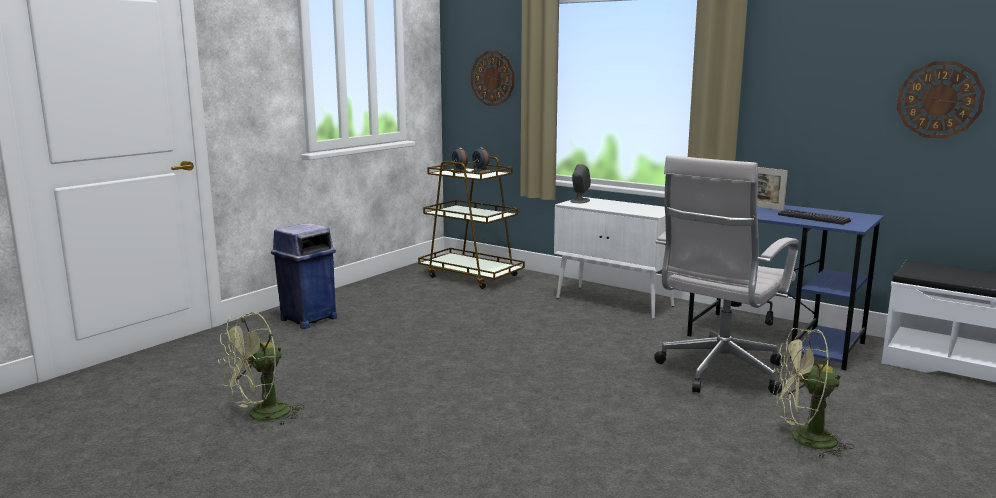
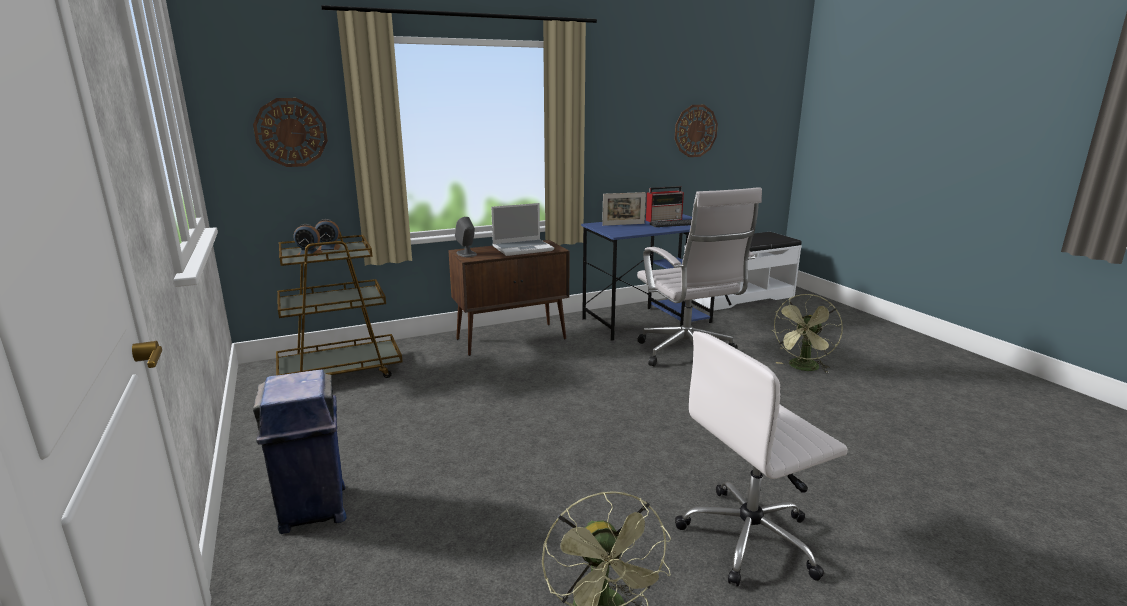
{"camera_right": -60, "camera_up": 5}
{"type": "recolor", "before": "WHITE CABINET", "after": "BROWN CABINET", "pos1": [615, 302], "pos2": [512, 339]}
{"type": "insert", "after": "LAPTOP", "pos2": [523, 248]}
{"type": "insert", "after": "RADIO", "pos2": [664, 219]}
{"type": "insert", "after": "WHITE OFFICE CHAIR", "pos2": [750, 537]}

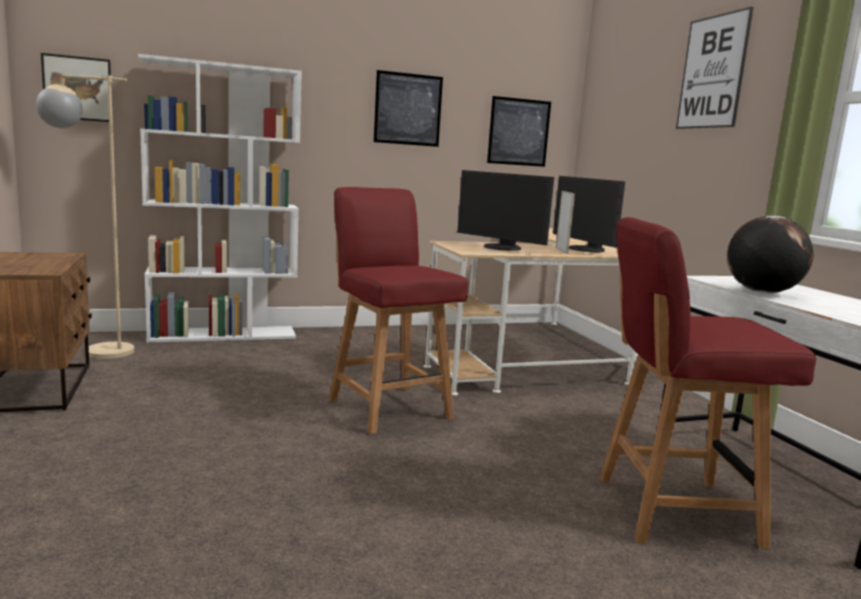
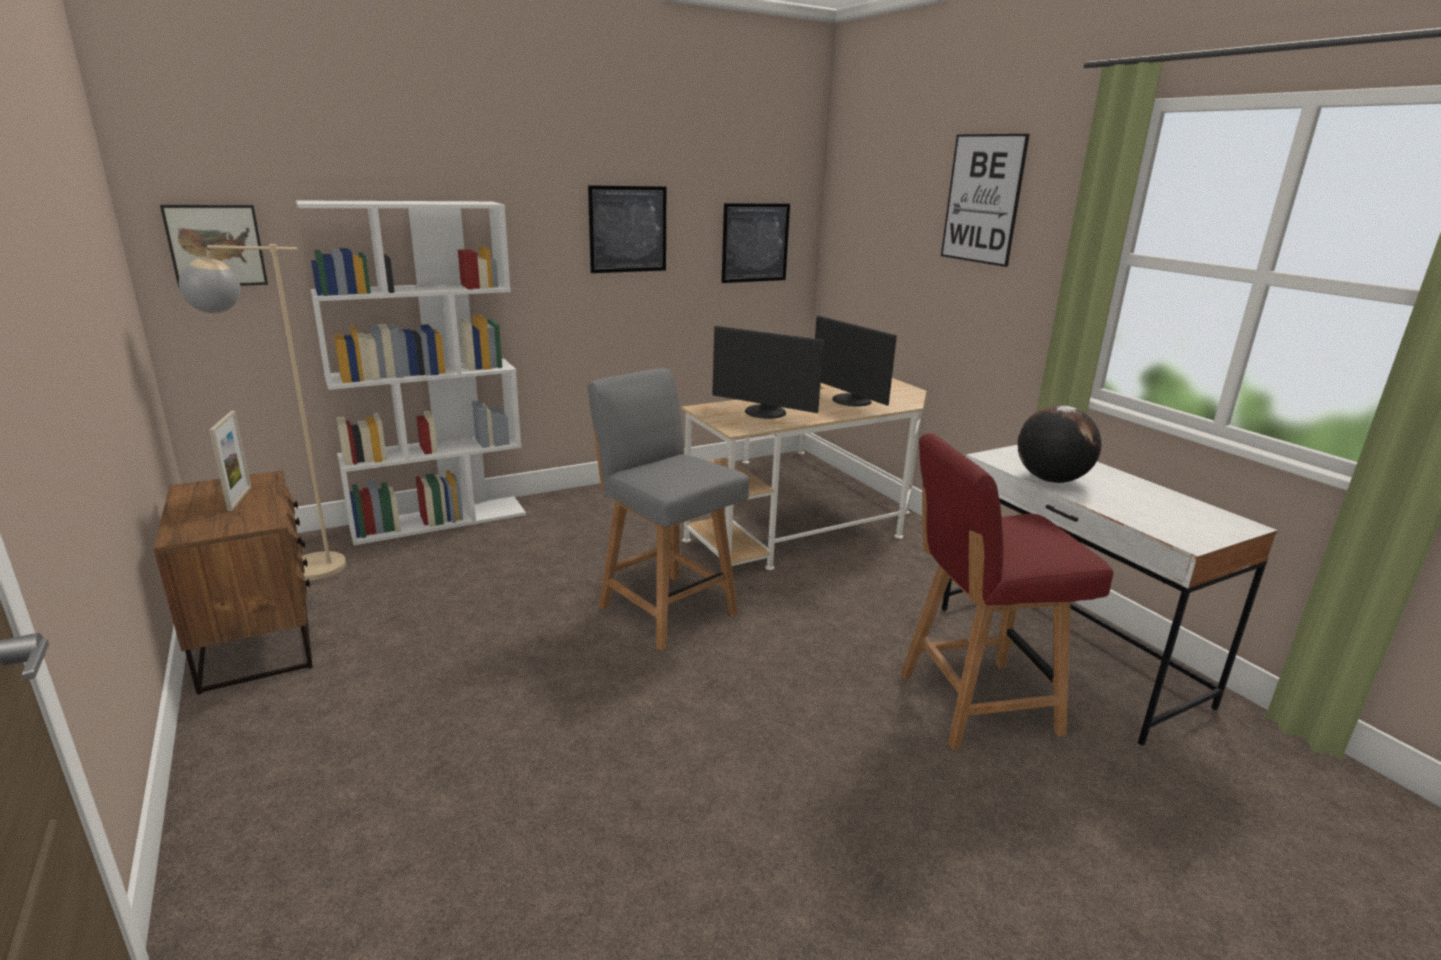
{"camera_right": -10, "camera_up": 10}
{"type": "recolor", "before": "RED CHAIR", "after": "GREY CHAIR", "pos1": [388, 407], "pos2": [666, 609]}
{"type": "move", "before": "PICTURE FRAME", "pos1": [561, 250], "pos2": [239, 498]}

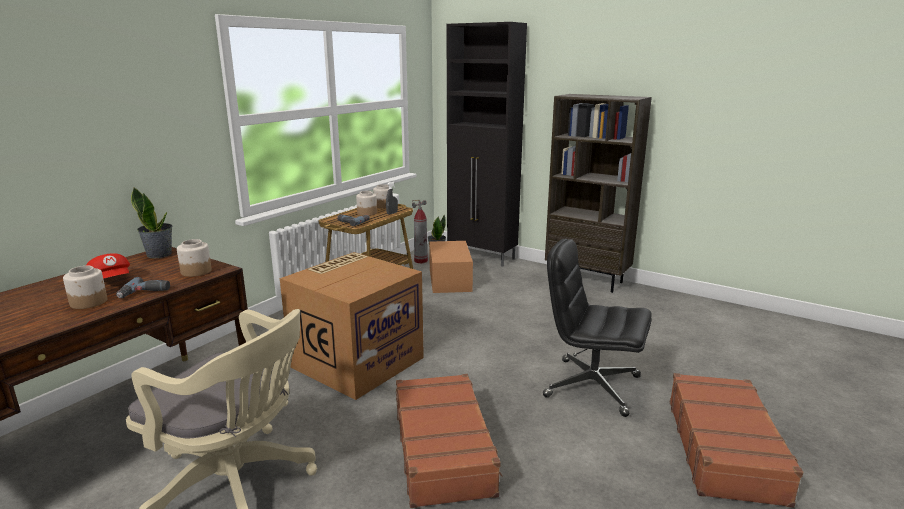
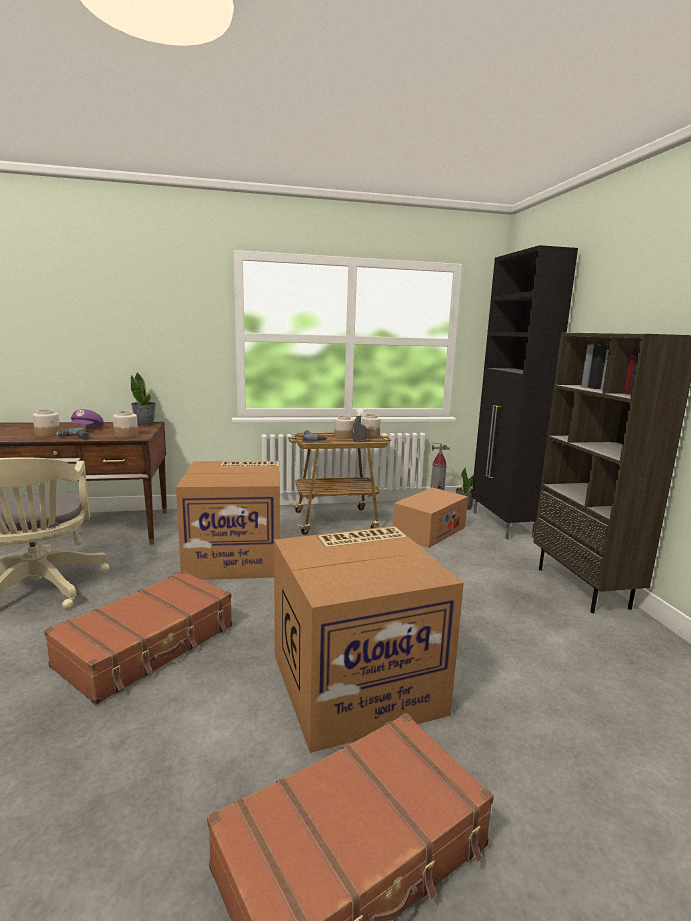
{"camera_right": 45, "camera_up": -5}
{"type": "recolor", "before": "RED CAP", "after": "PURPLE CAP", "pos1": [111, 281], "pos2": [87, 429]}
{"type": "replace", "before": "BLACK OFFICE CHAIR", "after": "CARDBOARD BOX", "pos1": [591, 386], "pos2": [357, 681]}

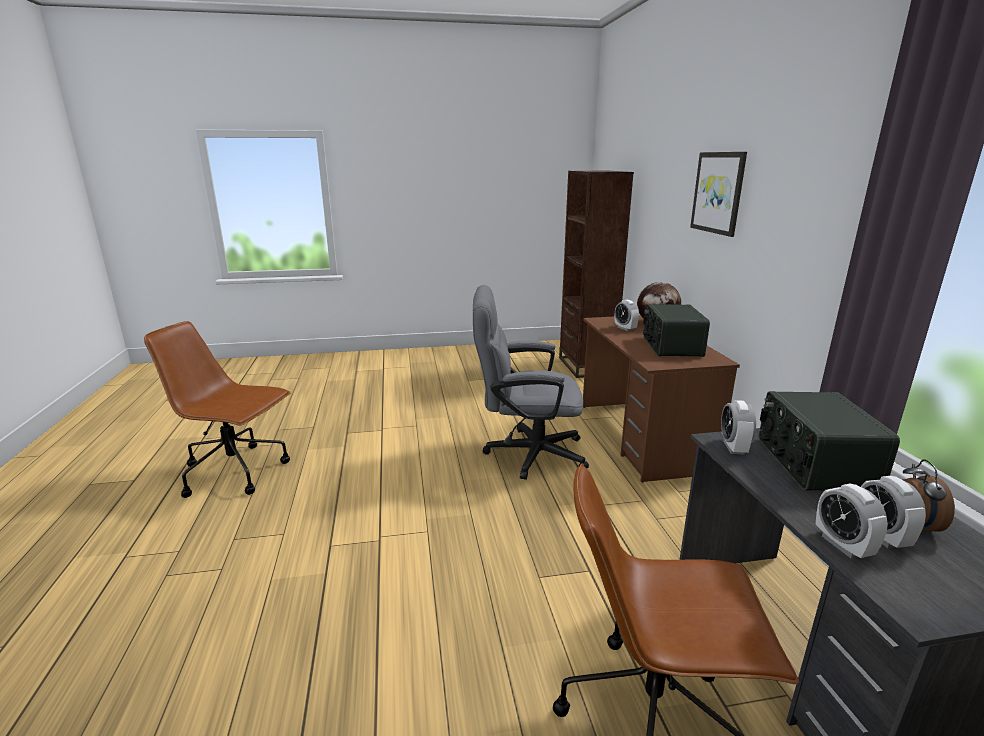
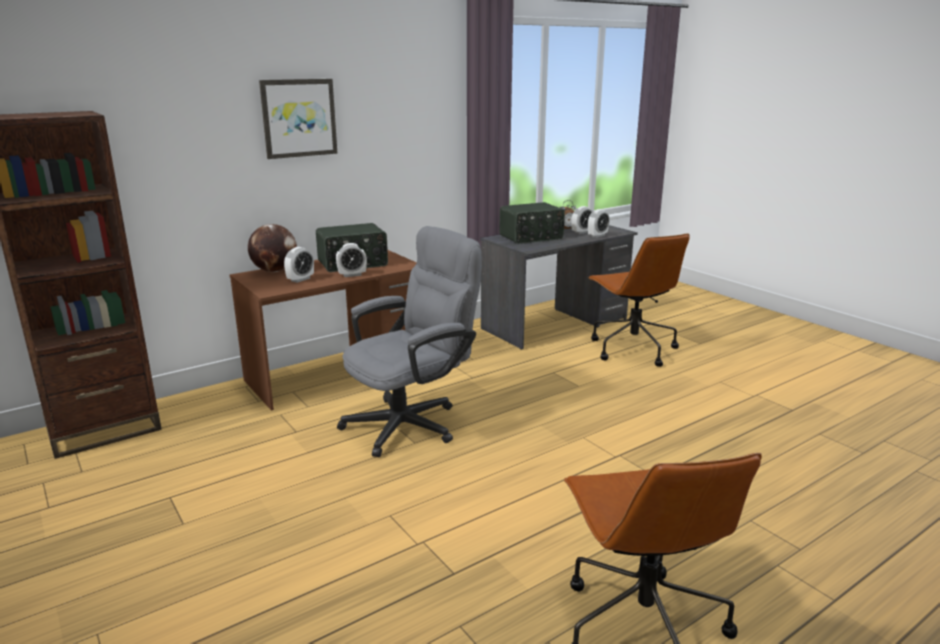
{"camera_right": -115, "camera_up": 0}
{"type": "rotate", "before": "GREY OFFICE CHAIR", "pos1": [525, 453], "pos2": [412, 422], "turn": -105}
{"type": "move", "before": "ALARM CLOCK", "pos1": [733, 447], "pos2": [352, 275]}

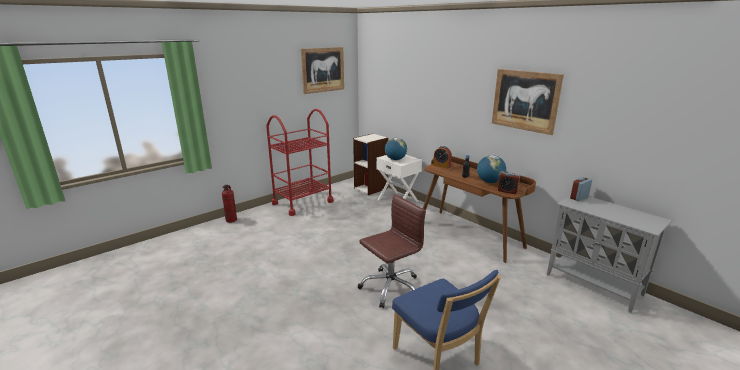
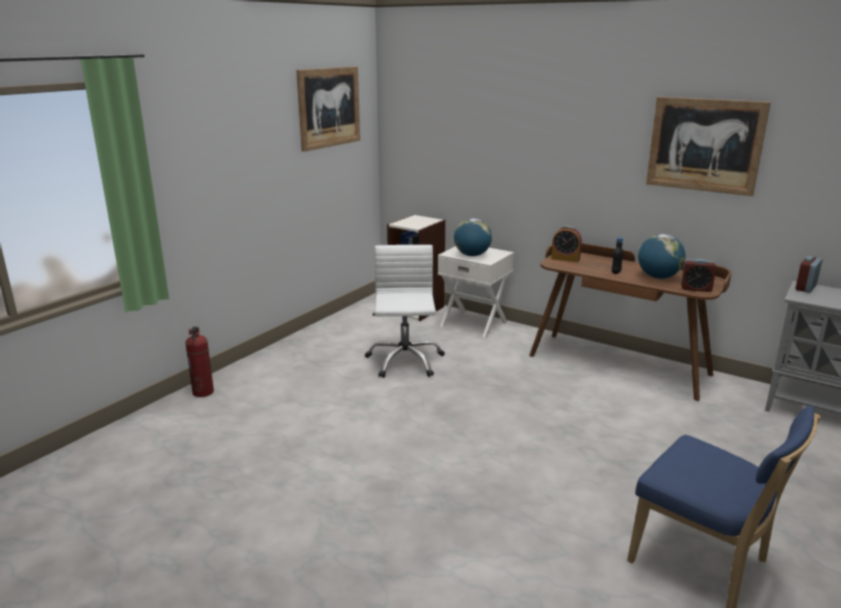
{"camera_right": -15, "camera_up": 0}
{"type": "delete", "before": "RED CART", "pos1": [302, 202]}
{"type": "delete", "before": "BROWN OFFICE CHAIR", "pos1": [390, 287]}
{"type": "insert", "after": "WHITE OFFICE CHAIR", "pos2": [404, 361]}

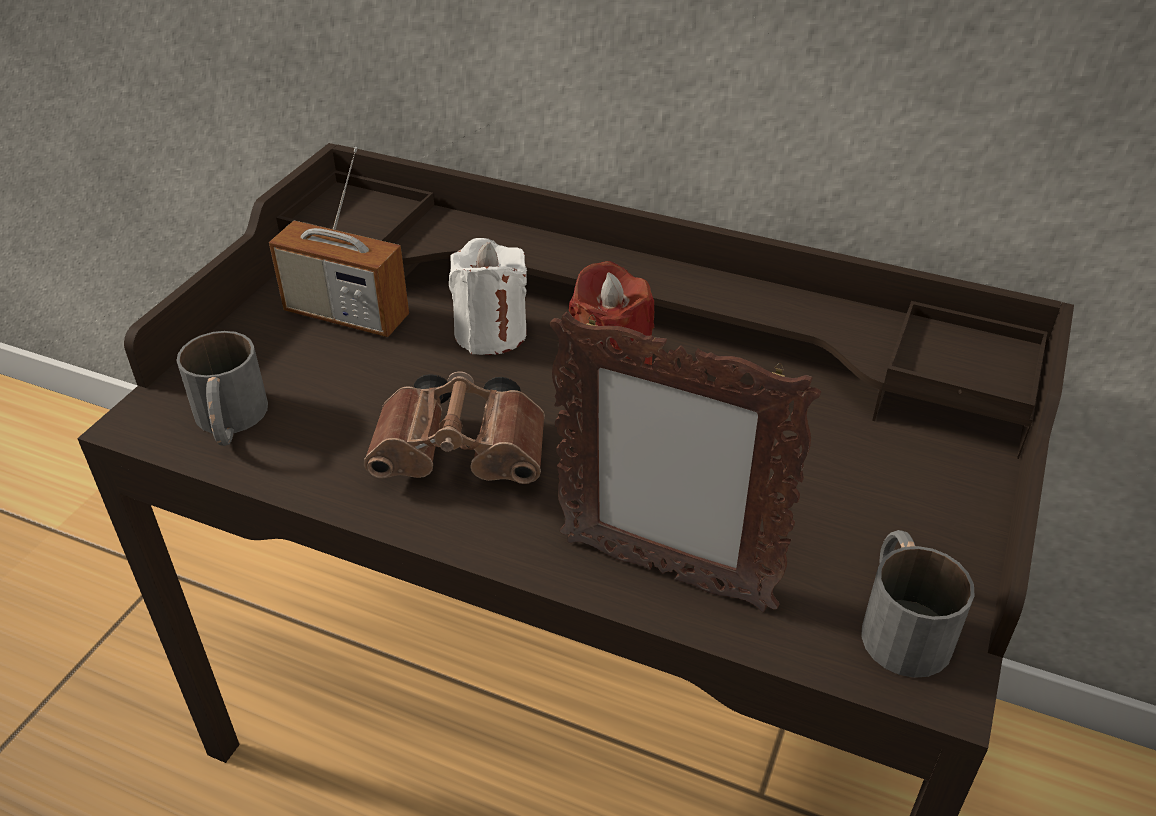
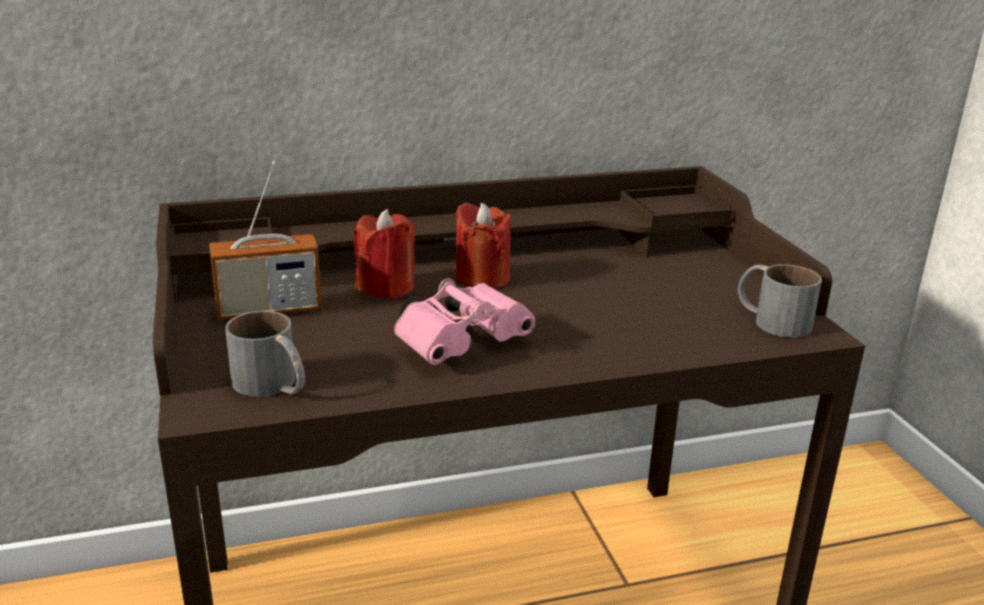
{"camera_right": -40, "camera_up": -15}
{"type": "recolor", "before": "BROWN BINOCULARS", "after": "PINK BINOCULARS", "pos1": [466, 457], "pos2": [464, 343]}
{"type": "recolor", "before": "WHITE CANDLE", "after": "RED CANDLE", "pos1": [491, 334], "pos2": [386, 288]}
{"type": "delete", "before": "PICTURE FRAME", "pos1": [663, 573]}

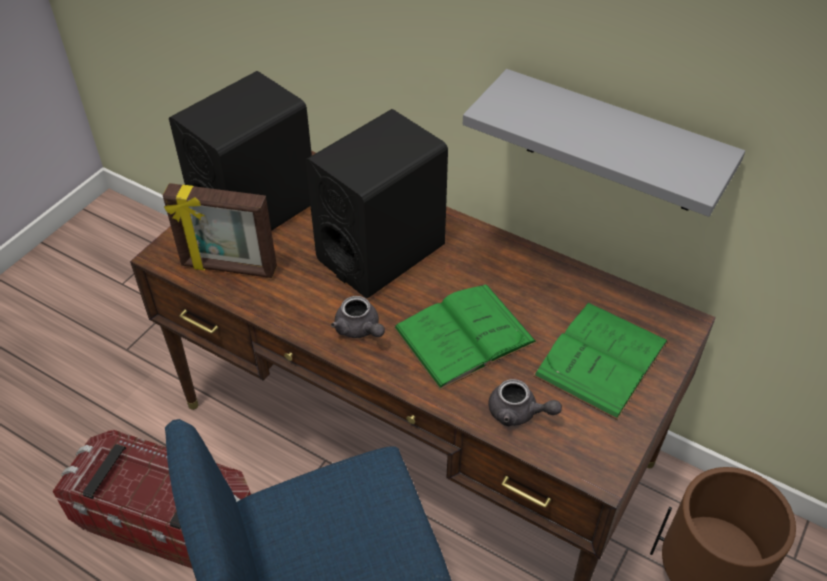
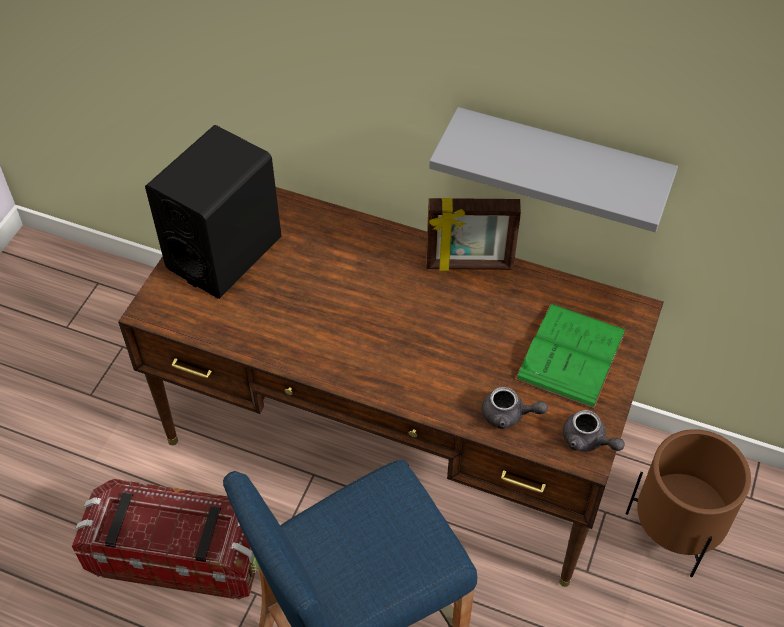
{"camera_right": -10, "camera_up": 5}
{"type": "move", "before": "PICTURE FRAME", "pos1": [228, 268], "pos2": [469, 265]}
{"type": "delete", "before": "BLACK SPEAKER", "pos1": [381, 252]}
{"type": "move", "before": "GREY TEAPOT", "pos1": [359, 329], "pos2": [588, 441]}
{"type": "delete", "before": "GREEN BOOK", "pos1": [465, 335]}

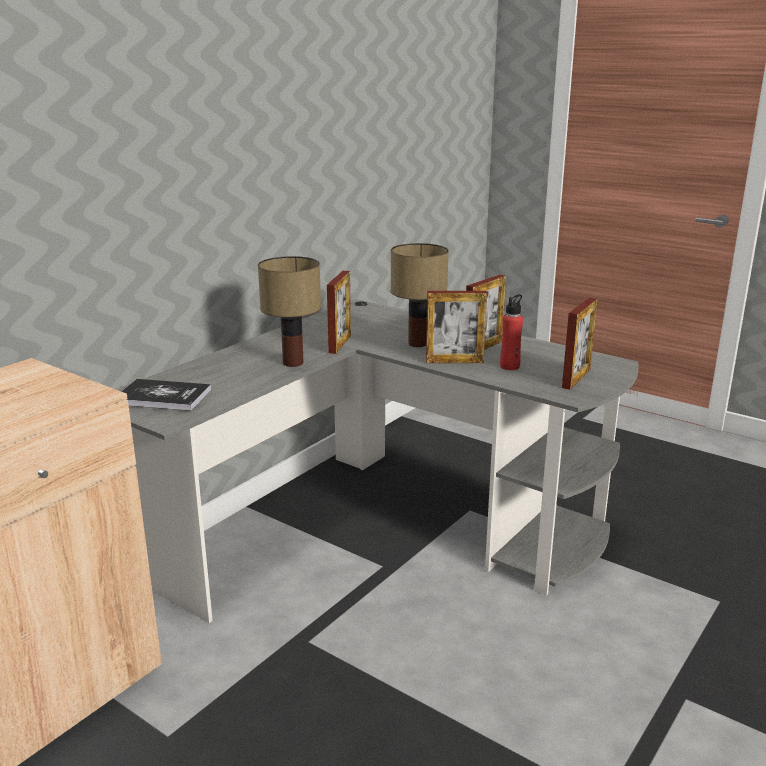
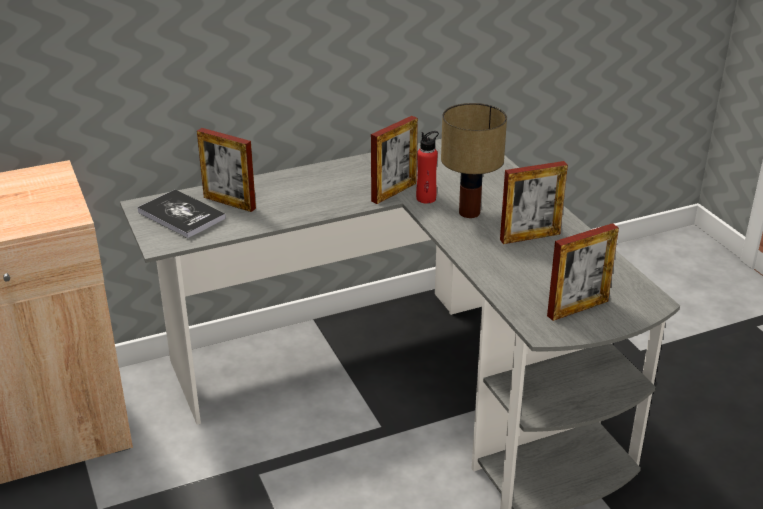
{"camera_right": 30, "camera_up": 10}
{"type": "delete", "before": "TABLE LAMP", "pos1": [293, 362]}
{"type": "move", "before": "PICTURE FRAME", "pos1": [454, 361], "pos2": [229, 203]}
{"type": "move", "before": "RED BOTTLE", "pos1": [509, 366], "pos2": [426, 198]}

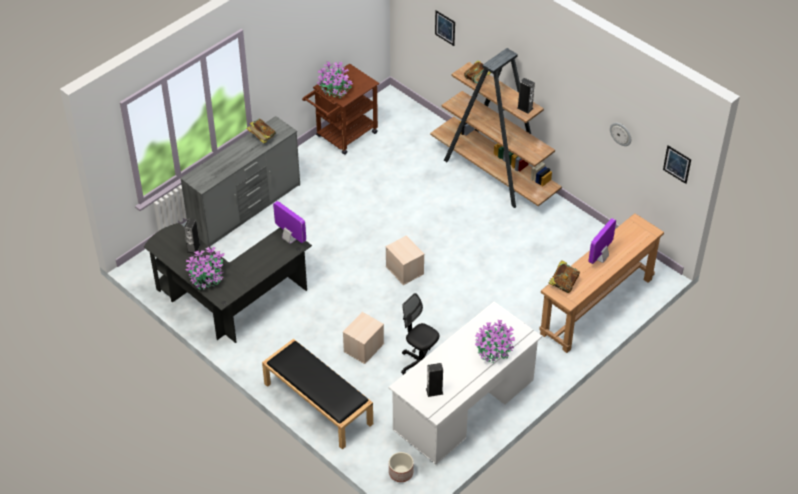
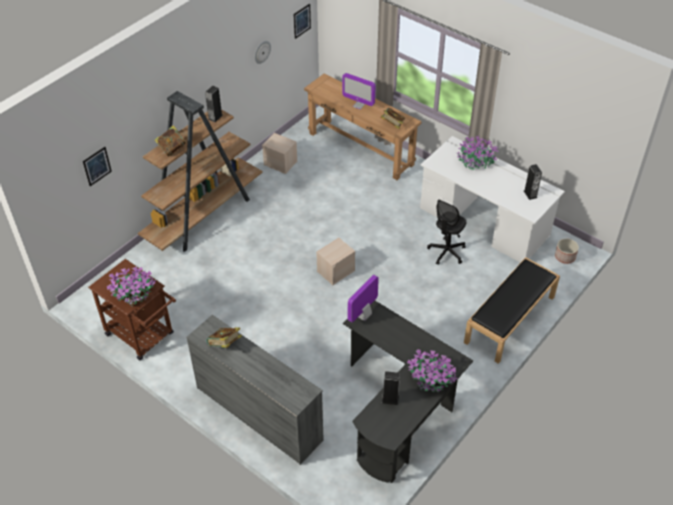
{"camera_right": -95, "camera_up": 0}
{"type": "move", "before": "BEIGE STORAGE BOX", "pos1": [363, 348], "pos2": [281, 163]}

